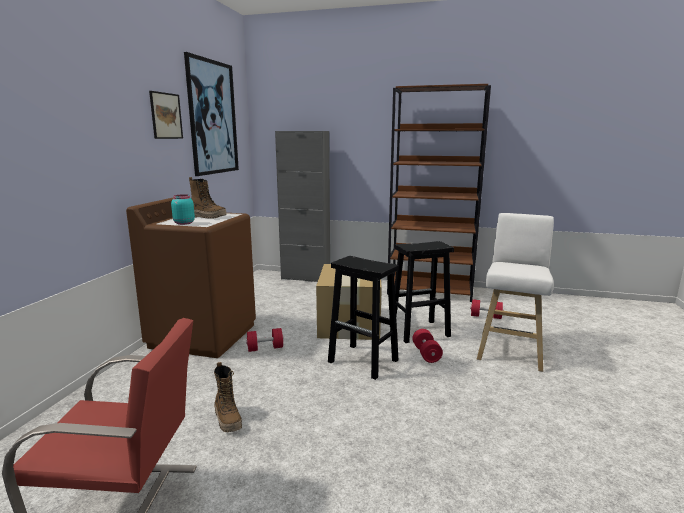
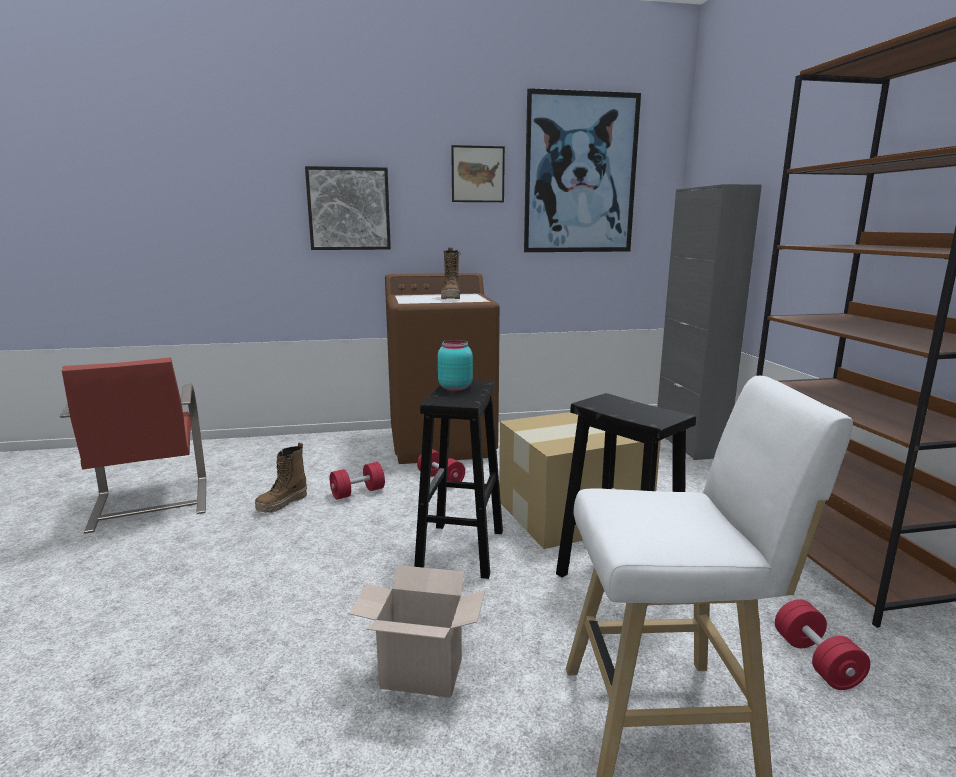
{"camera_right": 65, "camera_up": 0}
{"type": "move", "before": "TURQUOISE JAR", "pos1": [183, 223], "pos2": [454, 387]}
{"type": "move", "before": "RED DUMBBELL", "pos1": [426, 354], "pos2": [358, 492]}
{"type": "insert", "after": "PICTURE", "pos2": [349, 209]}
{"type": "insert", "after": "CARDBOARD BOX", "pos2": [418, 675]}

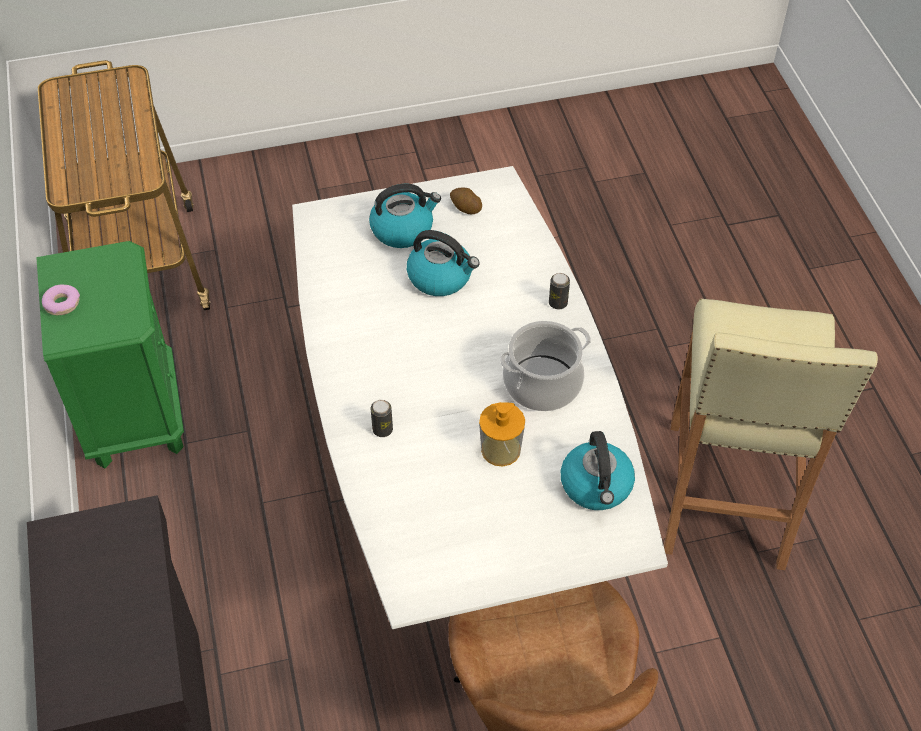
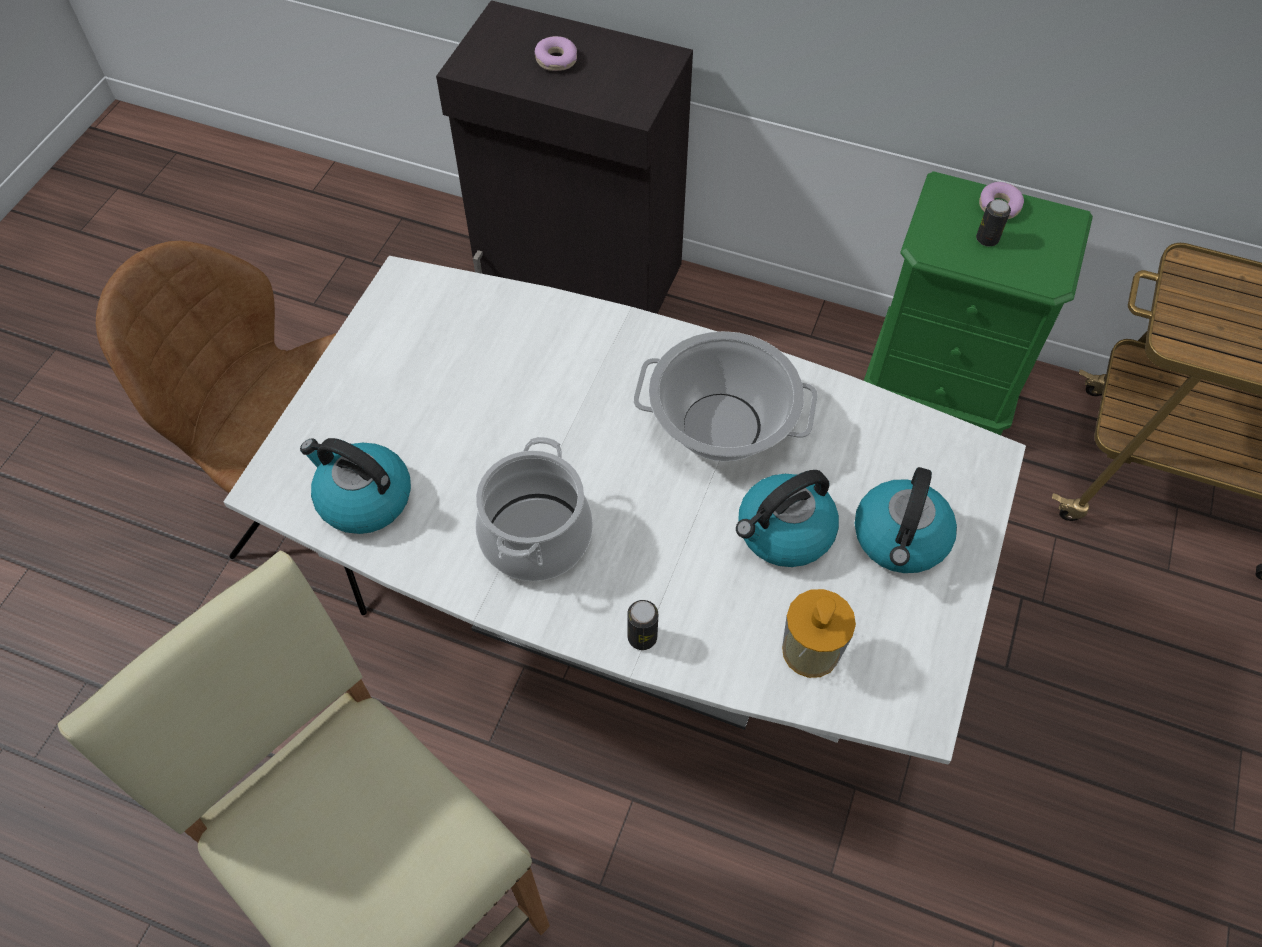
{"camera_right": 125, "camera_up": 5}
{"type": "move", "before": "CAN", "pos1": [382, 429], "pos2": [987, 239]}
{"type": "delete", "before": "POTATO", "pos1": [465, 208]}
{"type": "move", "before": "SOAP DISPENSER", "pos1": [501, 449], "pos2": [810, 650]}
{"type": "insert", "after": "DONUT", "pos2": [556, 60]}
{"type": "insert", "after": "COOKING POT", "pos2": [722, 426]}

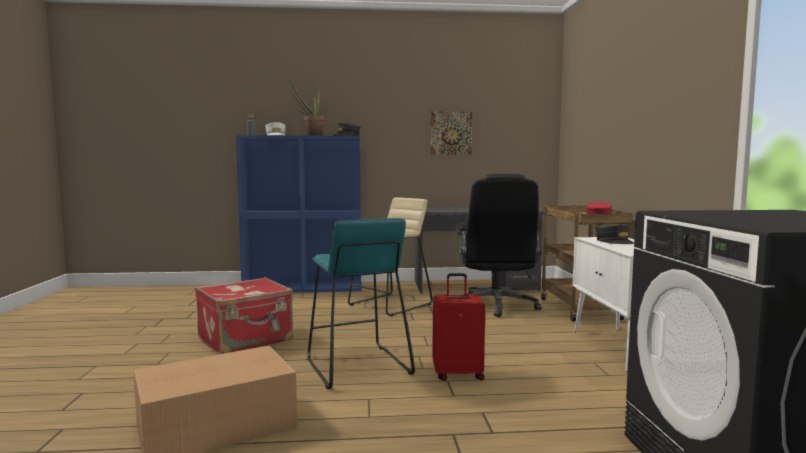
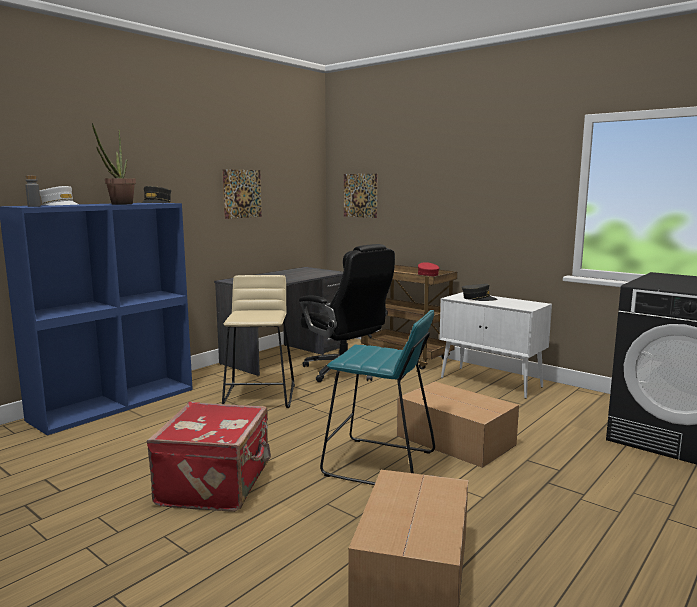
{"camera_right": -45, "camera_up": 5}
{"type": "replace", "before": "RED SUITCASE", "after": "CARDBOARD BOX", "pos1": [458, 374], "pos2": [454, 439]}
{"type": "insert", "after": "PICTURE", "pos2": [360, 195]}

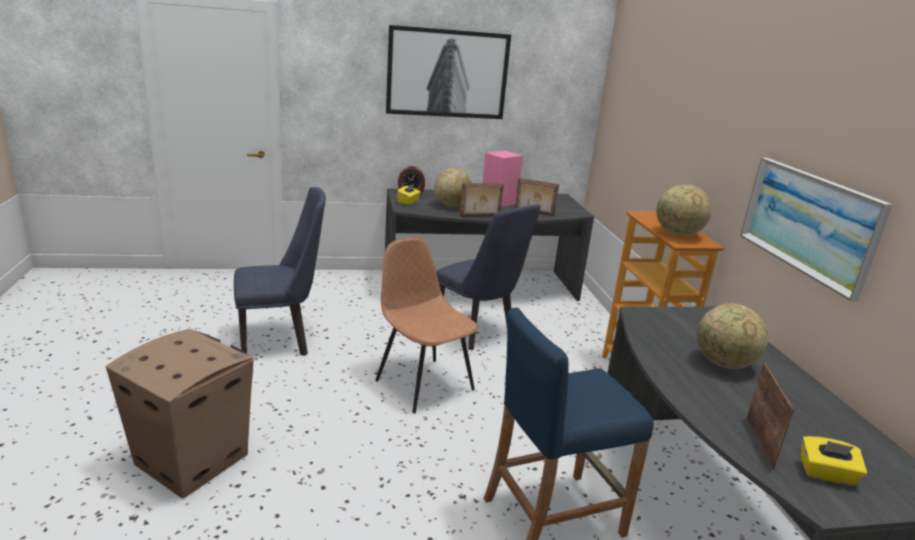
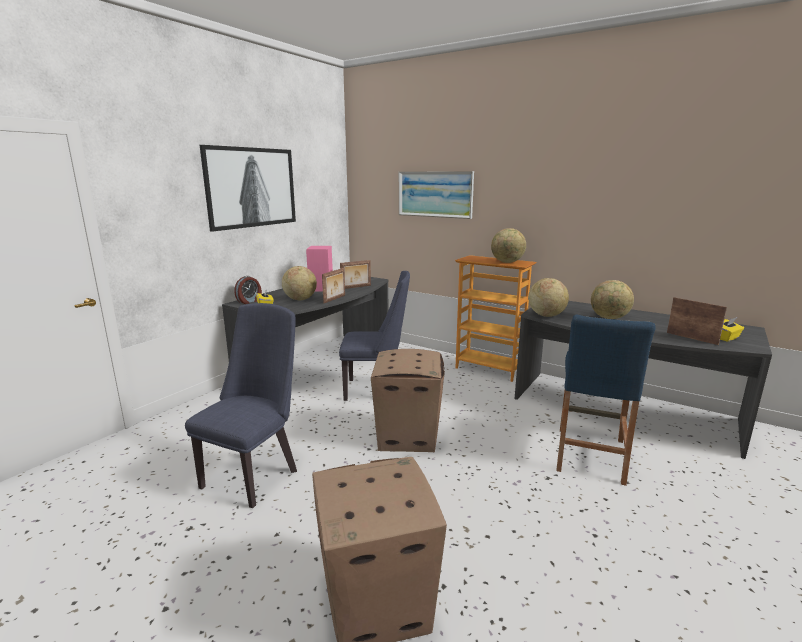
{"camera_right": -45, "camera_up": -5}
{"type": "replace", "before": "BROWN CHAIR", "after": "CARDBOARD BOX", "pos1": [423, 384], "pos2": [408, 436]}
{"type": "move", "before": "PICTURE", "pos1": [808, 222], "pos2": [435, 194]}
{"type": "insert", "after": "GLOBE", "pos2": [546, 315]}

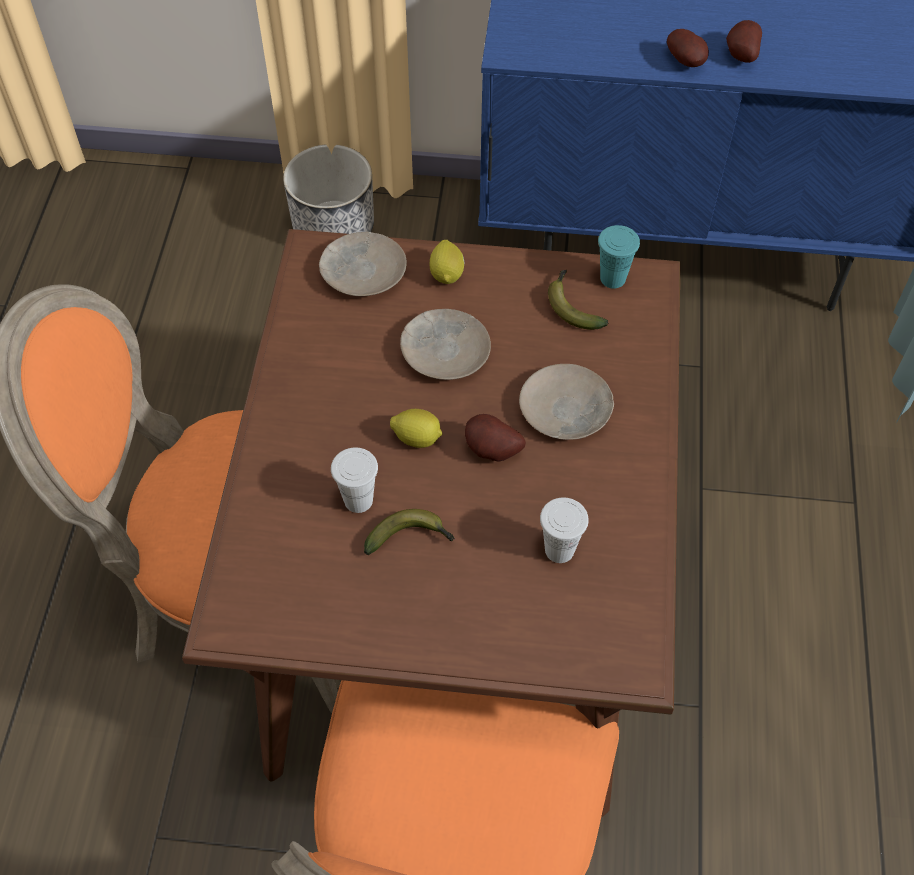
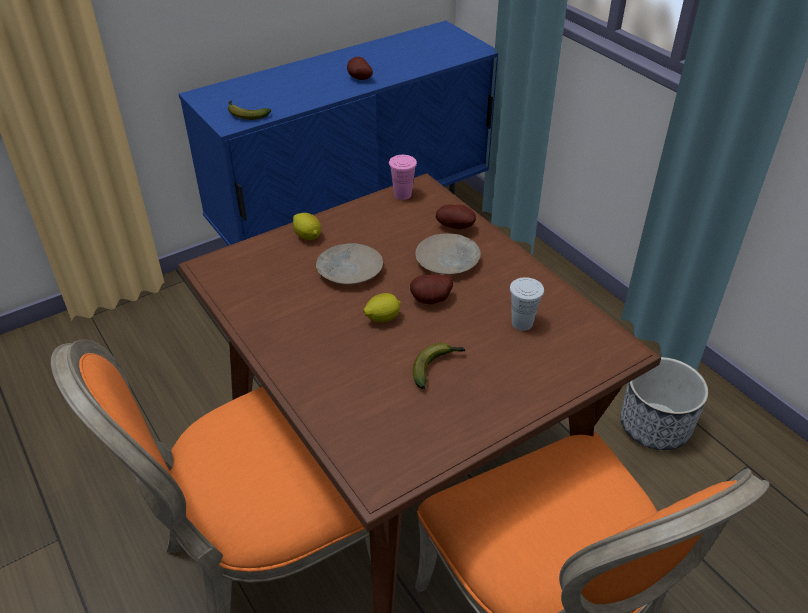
{"camera_right": -40, "camera_up": -15}
{"type": "move", "before": "PLANTER", "pos1": [333, 228], "pos2": [655, 426]}
{"type": "delete", "before": "BEIGE PLATE", "pos1": [362, 272]}
{"type": "delete", "before": "WHITE CUP", "pos1": [358, 500]}
{"type": "move", "before": "BANANA", "pos1": [572, 306], "pos2": [245, 114]}
{"type": "recolor", "before": "TURQUOISE CUP", "after": "PINK CUP", "pos1": [612, 278], "pos2": [402, 194]}
{"type": "move", "before": "POTATO", "pos1": [687, 62], "pos2": [456, 227]}

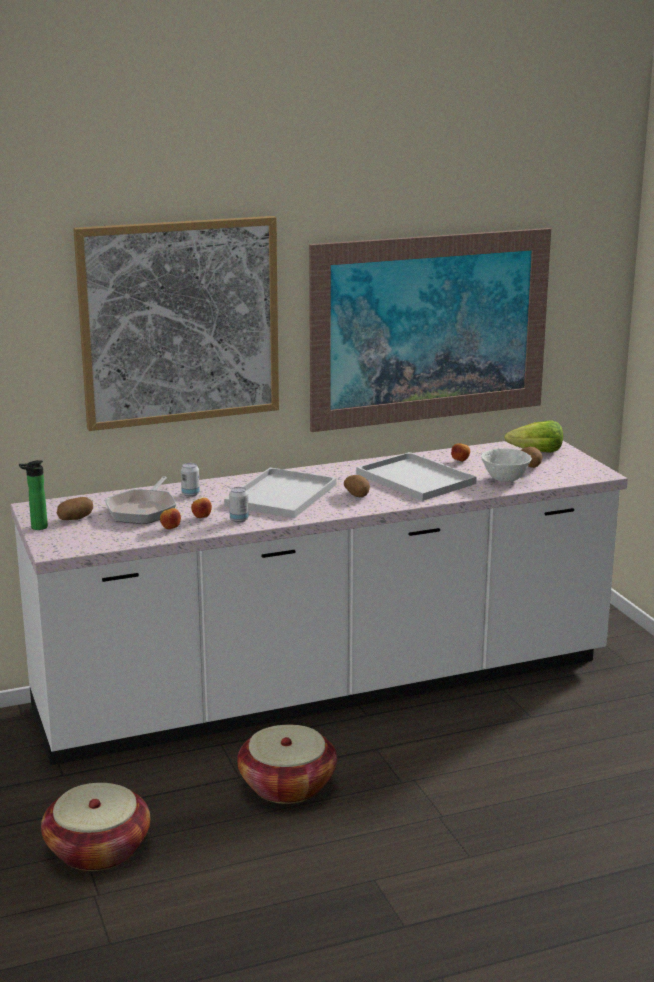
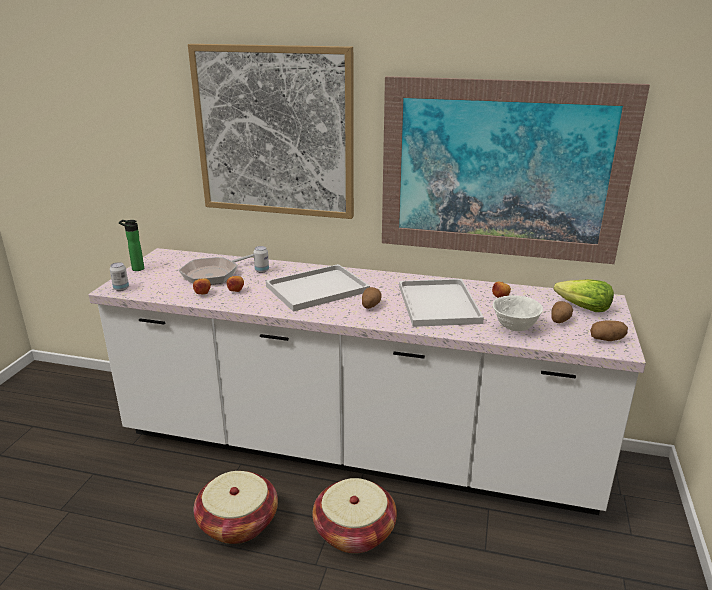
{"camera_right": 35, "camera_up": 5}
{"type": "move", "before": "BASKET", "pos1": [98, 850], "pos2": [354, 531]}
{"type": "move", "before": "POTATO", "pos1": [75, 519], "pos2": [606, 339]}
{"type": "move", "before": "CAN", "pos1": [239, 520], "pos2": [121, 288]}

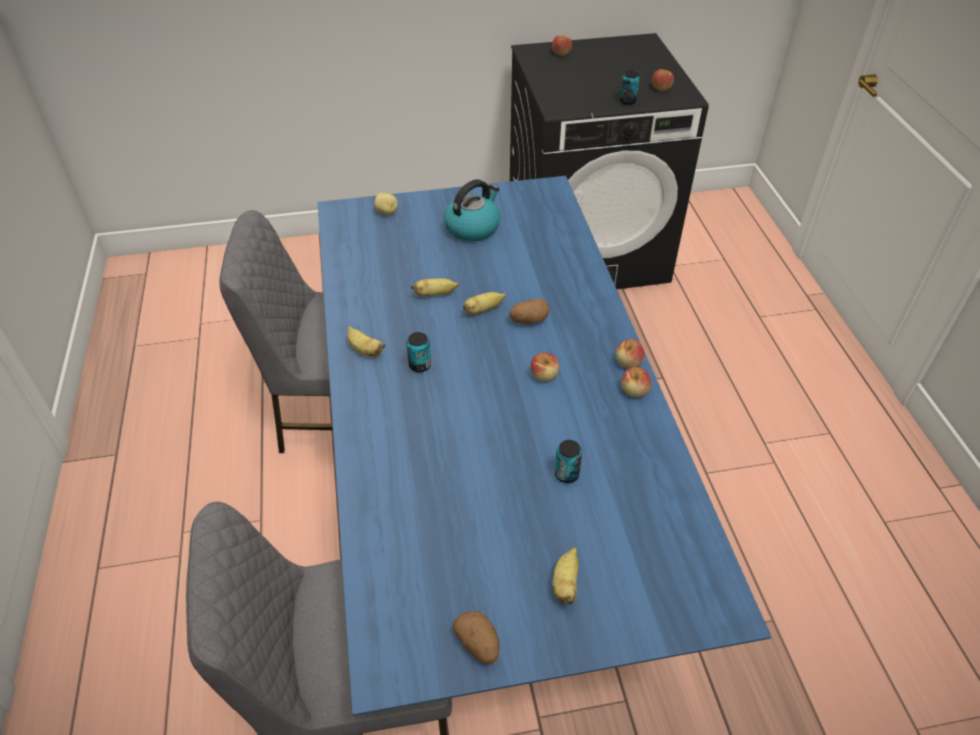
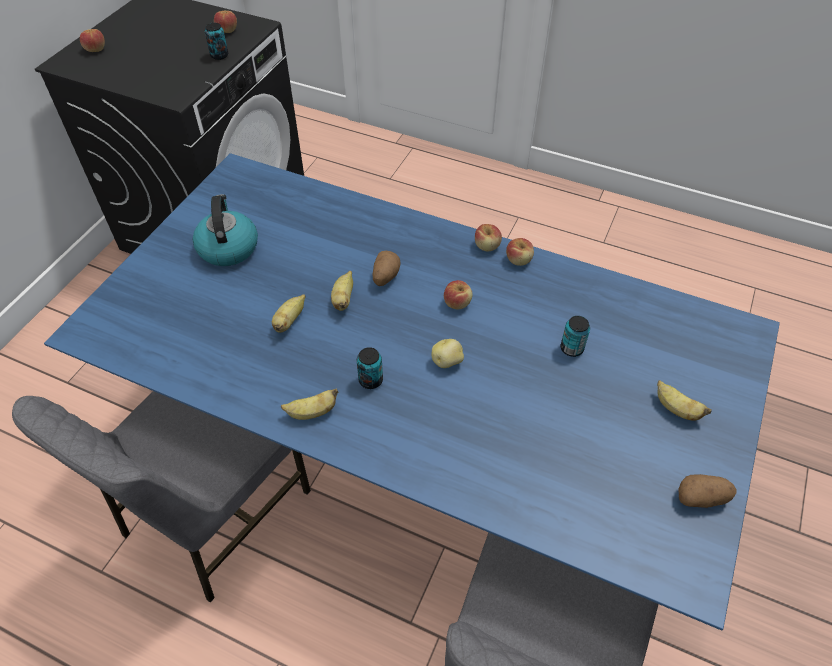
{"camera_right": -55, "camera_up": 5}
{"type": "move", "before": "POTATO", "pos1": [386, 212], "pos2": [447, 361]}

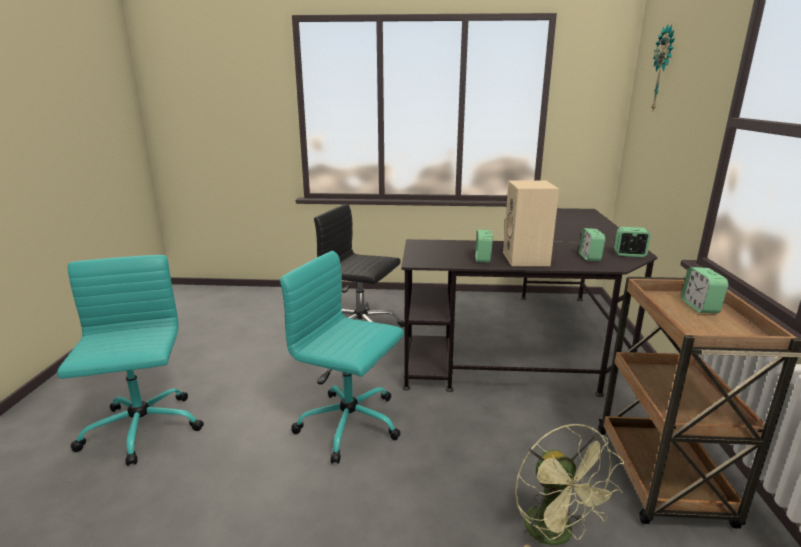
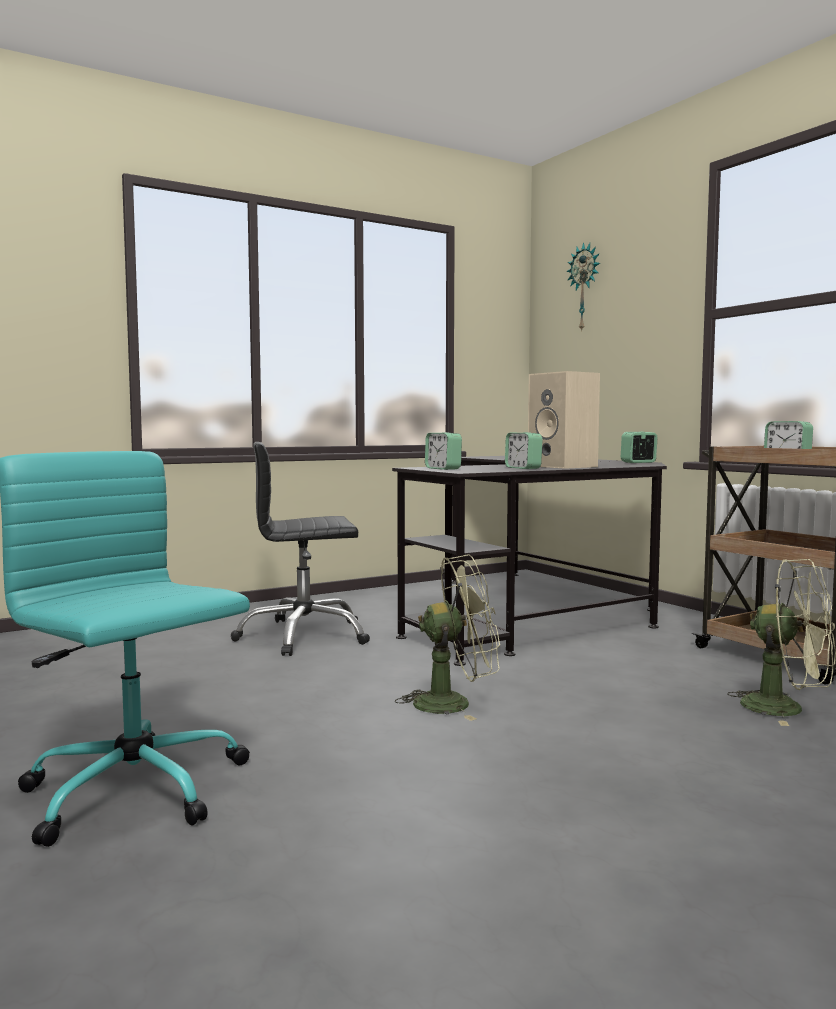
{"camera_right": -35, "camera_up": -15}
{"type": "replace", "before": "TURQUOISE OFFICE CHAIR", "after": "GREEN FAN", "pos1": [351, 425], "pos2": [454, 703]}
{"type": "move", "before": "ALARM CLOCK", "pos1": [589, 257], "pos2": [443, 468]}

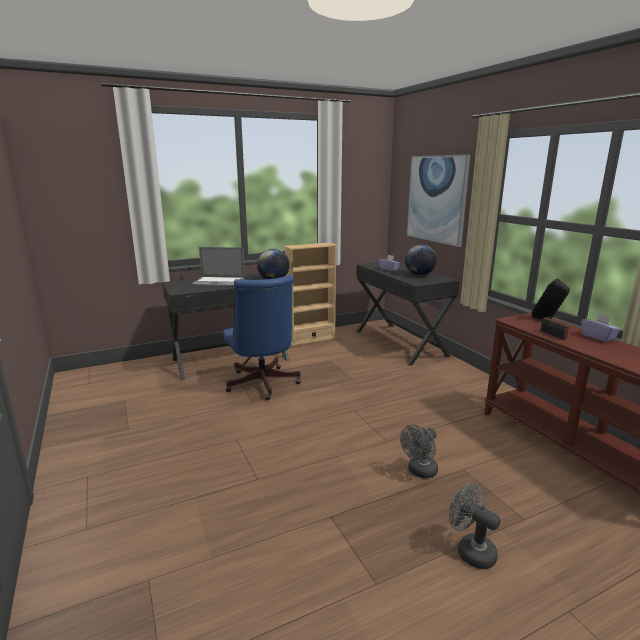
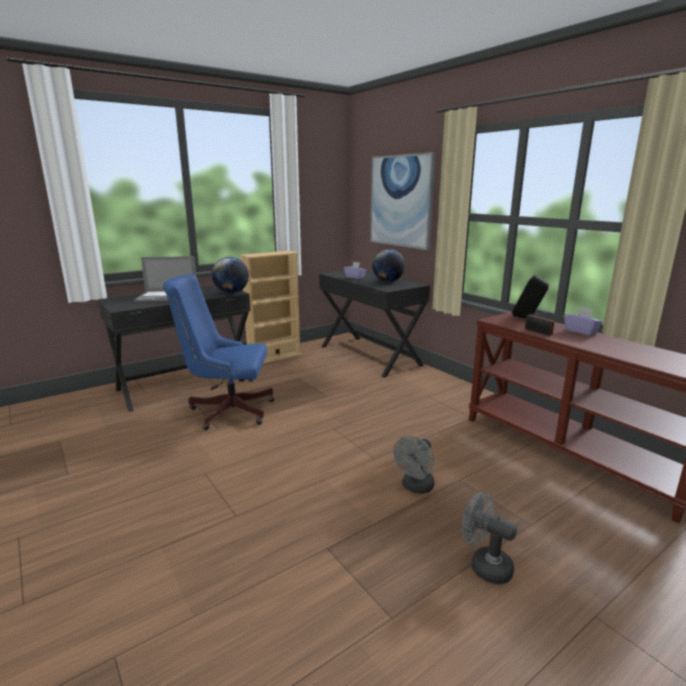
{"camera_right": -10, "camera_up": 0}
{"type": "rotate", "before": "BLUE OFFICE CHAIR", "pos1": [262, 385], "pos2": [226, 410], "turn": 120}

